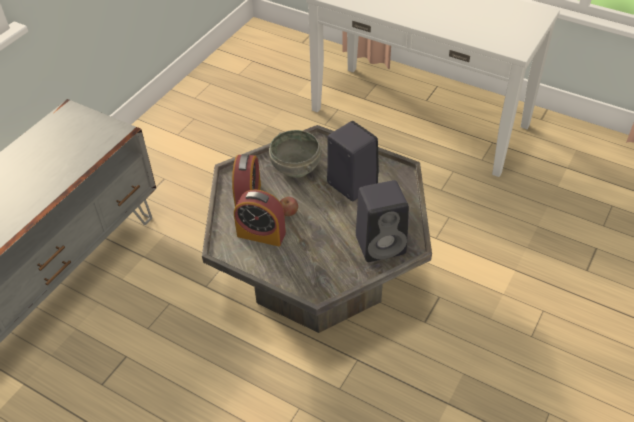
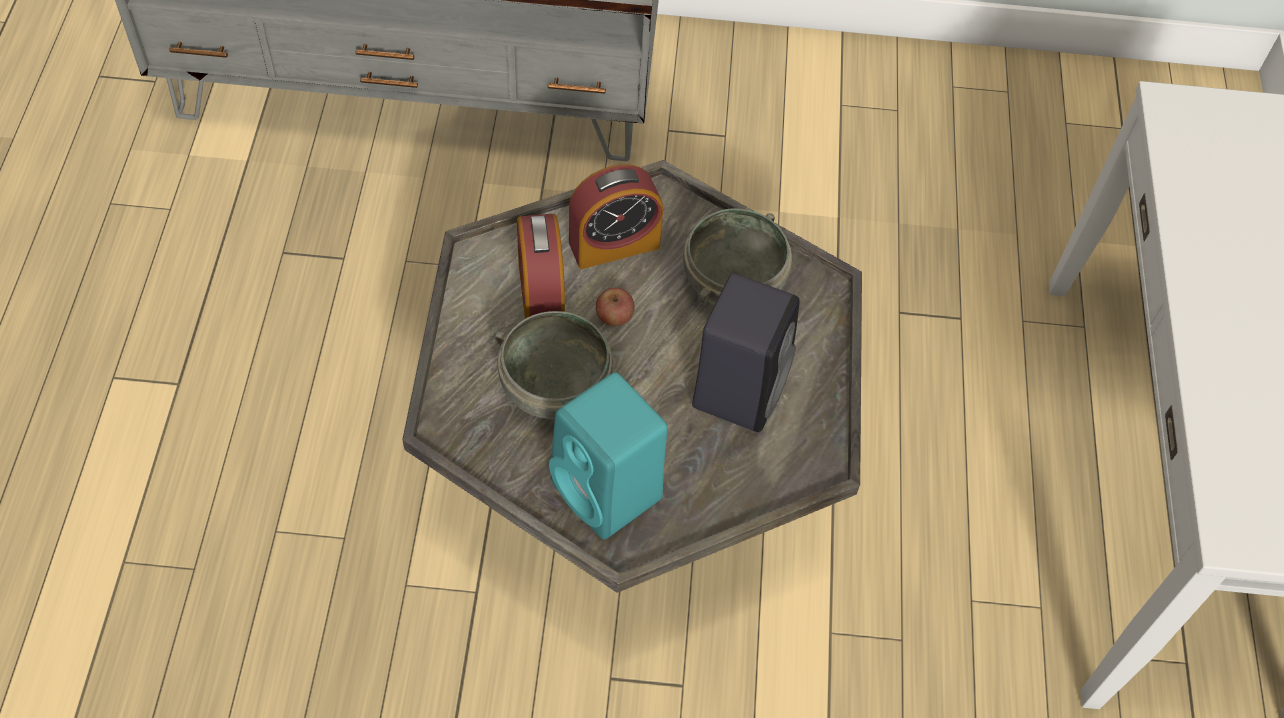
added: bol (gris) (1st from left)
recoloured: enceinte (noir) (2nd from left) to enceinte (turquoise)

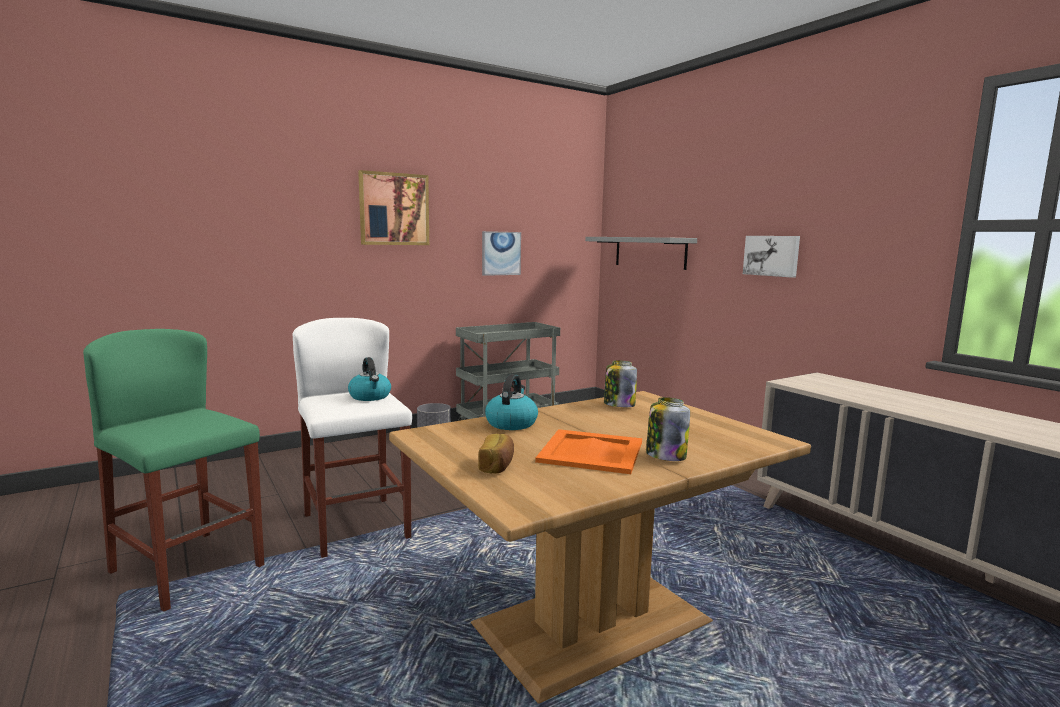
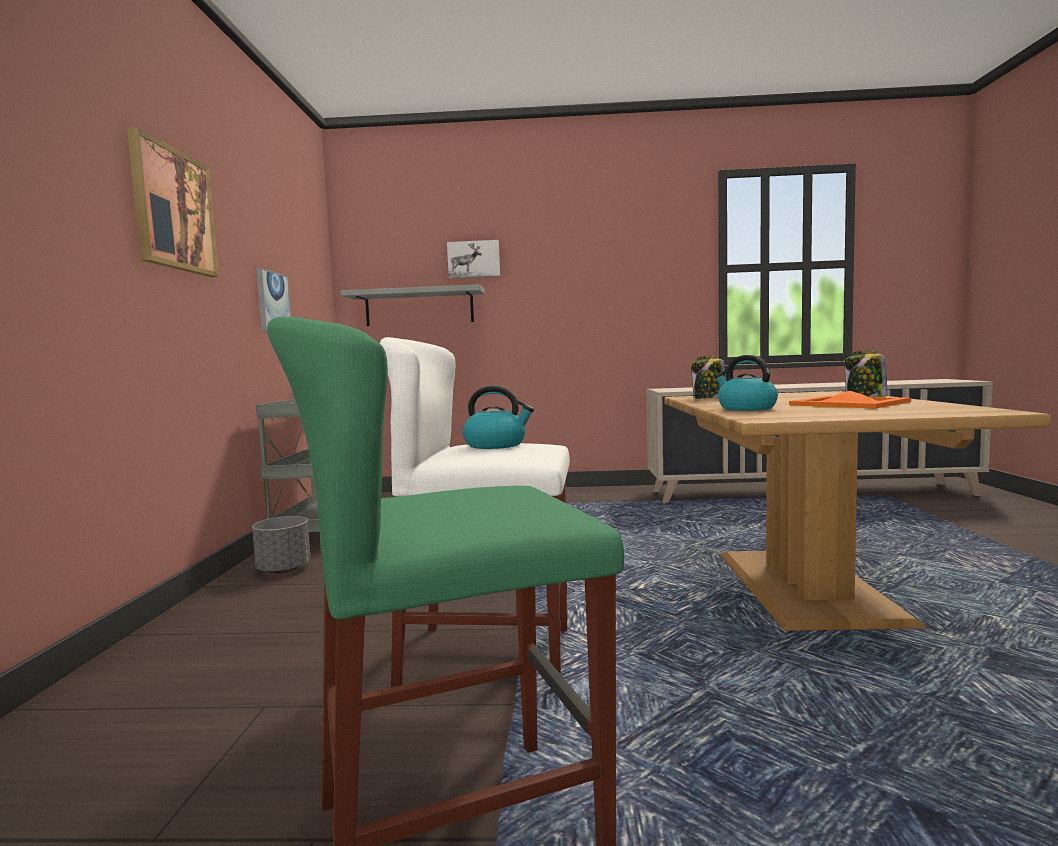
removed: pain
moved: tableau (3rd from left)

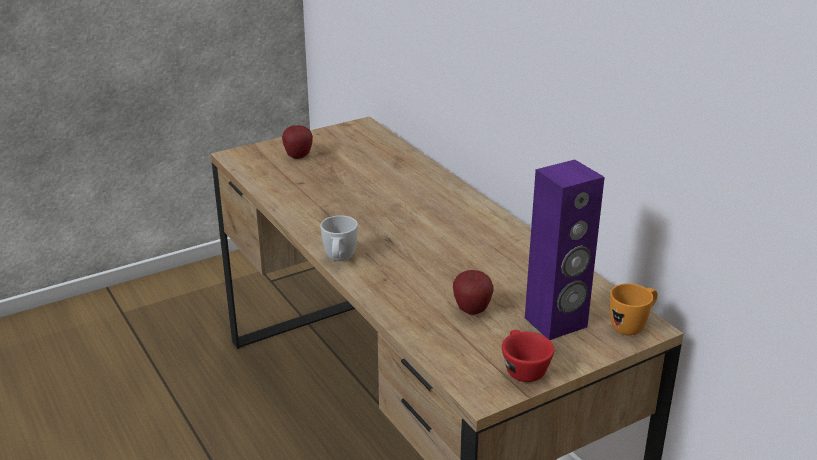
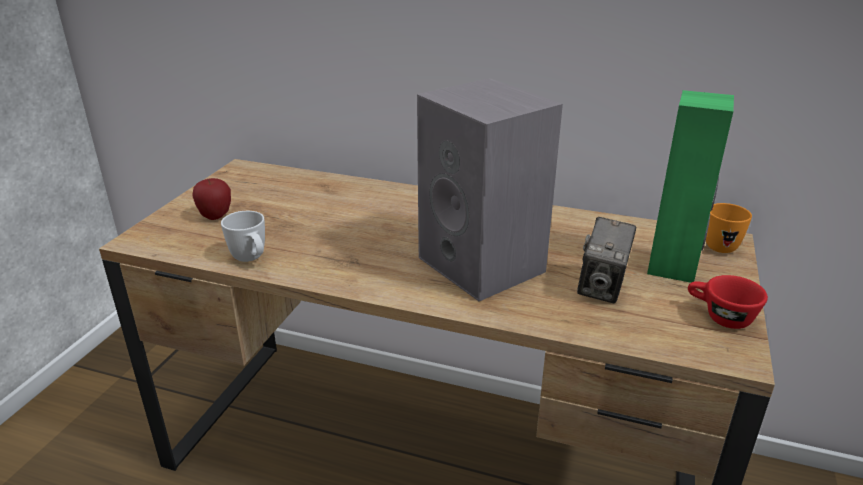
added: enceinte (gris)
moved: mug (blanc)
replaced: pomme (2nd from left) to appareil photo
recoloured: enceinte (violet) to enceinte (vert)

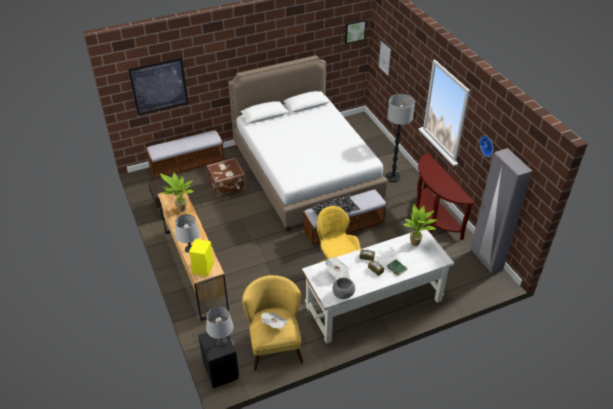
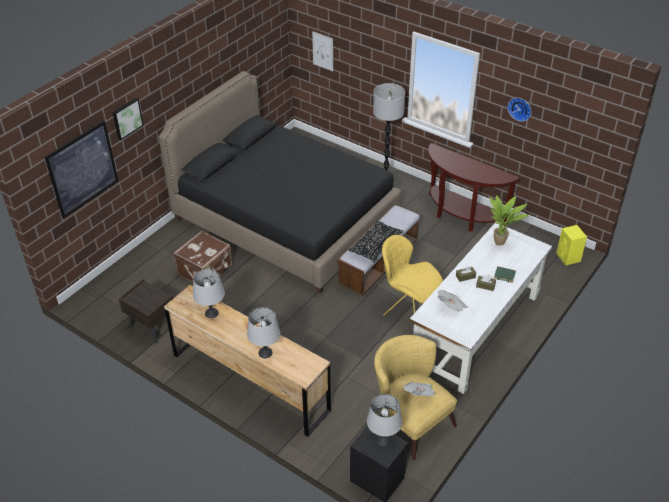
removed: banc (1st from left); bol (gris); armoire (gris)
moved: enceinte (jaune); tableau (2nd from left)
replaced: plante en pot (1st from left) to lampe de table (gris) (1st from left)
recoloured: lit (blanc) to lit (noir)

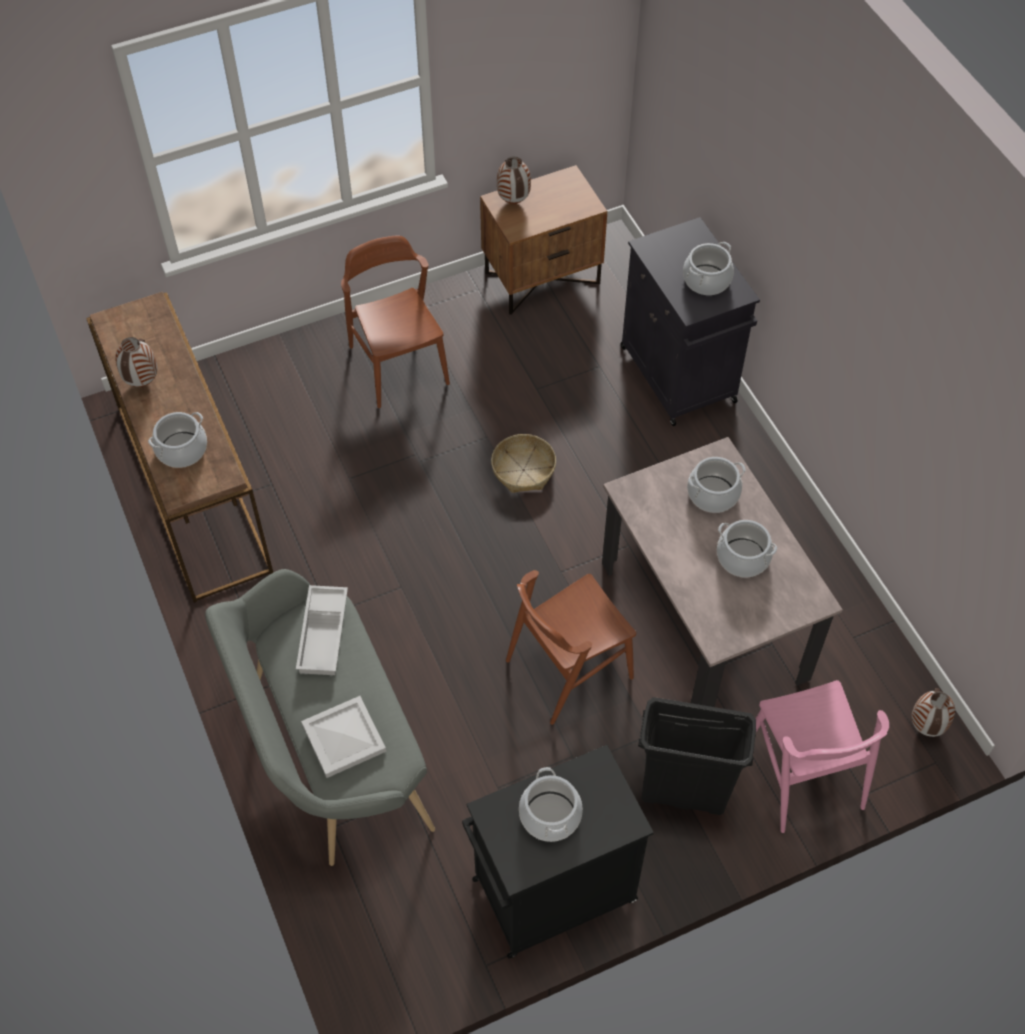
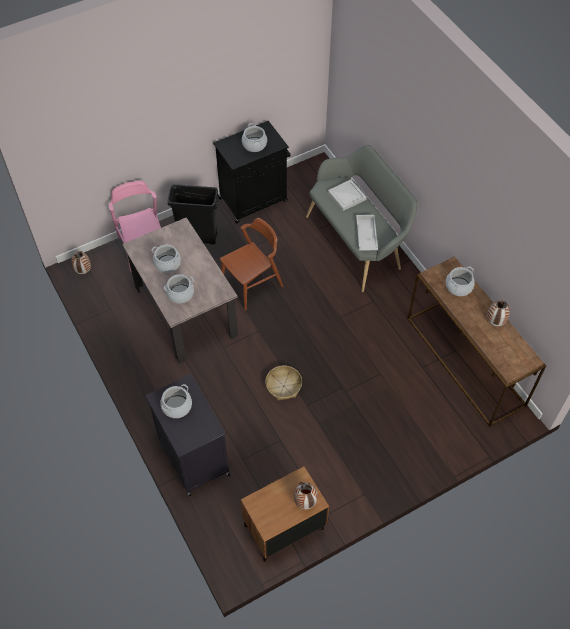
removed: chaise (marron) (1st from left)

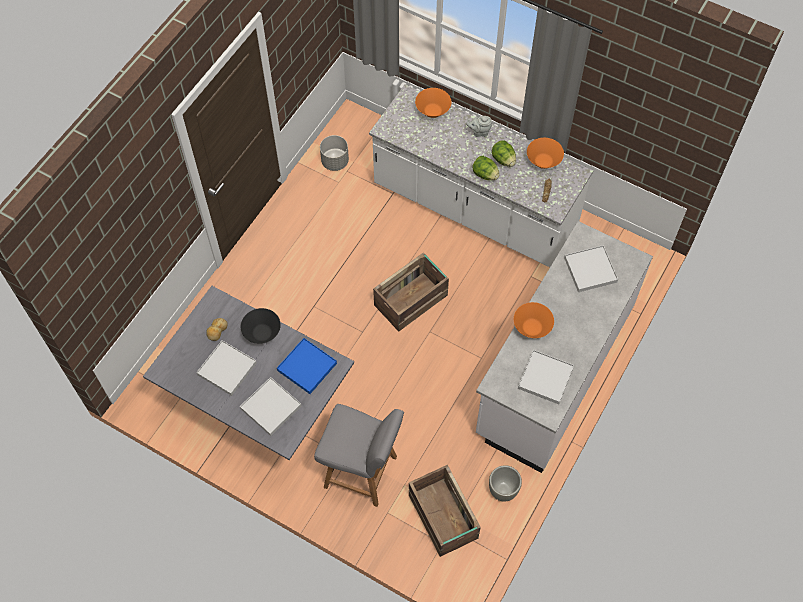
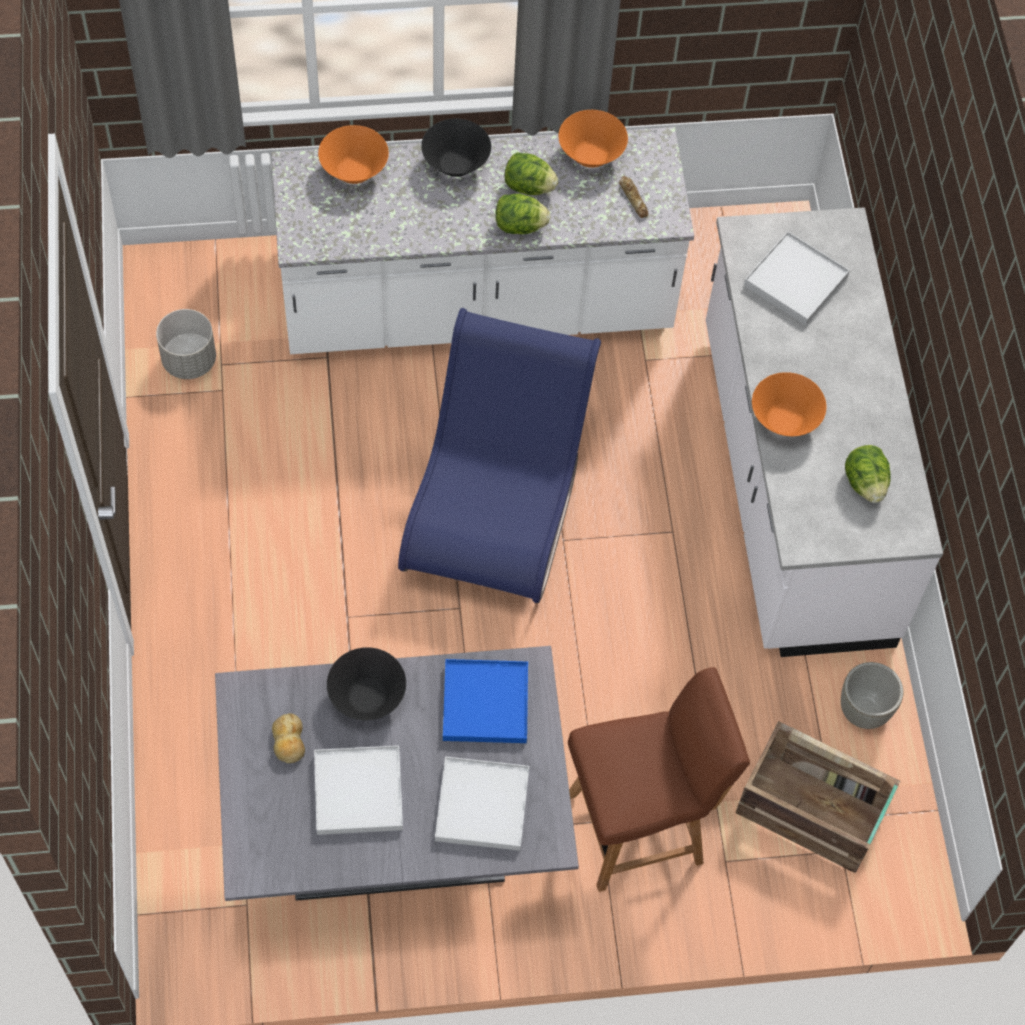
replaced: caisse (1st from left) to chaise (bleu); théière (gris) to bol (noir) (2nd from left); plateau (blanc) (3rd from left) to laitue (3rd from left)
recoloured: chaise (gris) to chaise (marron)

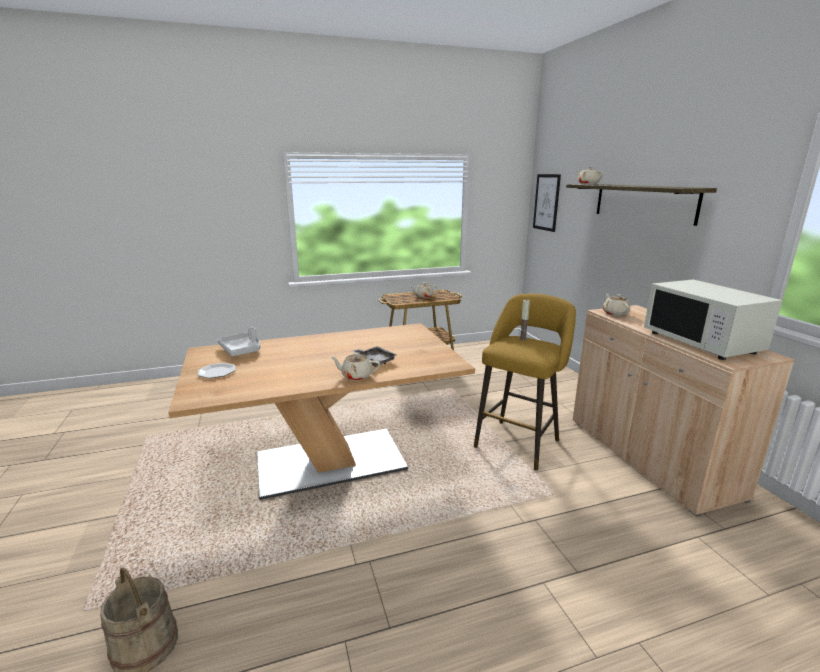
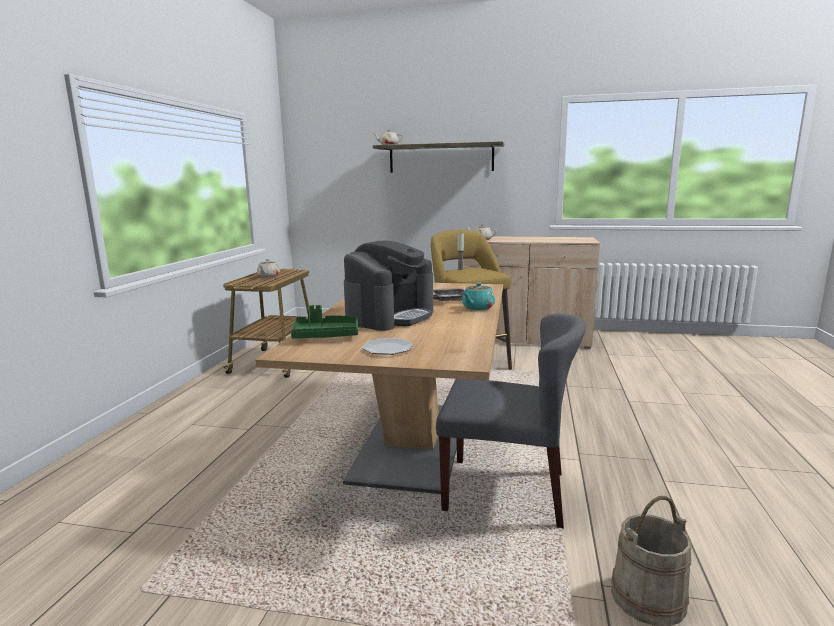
removed: tableau; micro-ondes (blanc)
added: machine à café; chaise (gris)
recoloured: plateau (gris) (1st from left) to plateau (vert); théière (beige) (1st from left) to théière (turquoise)

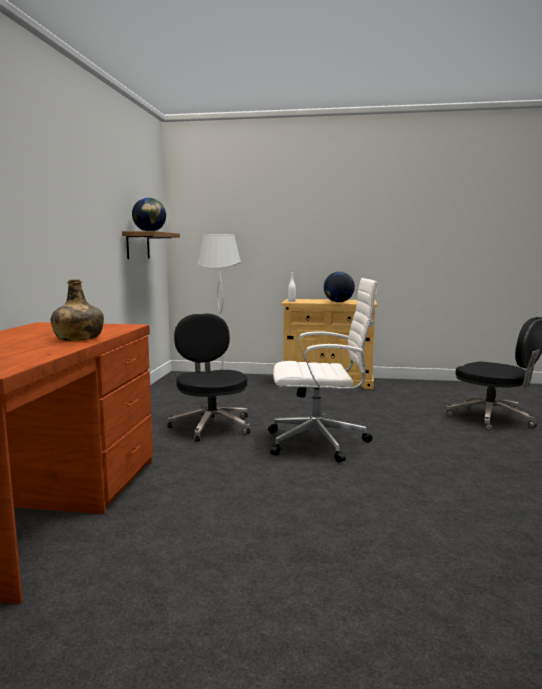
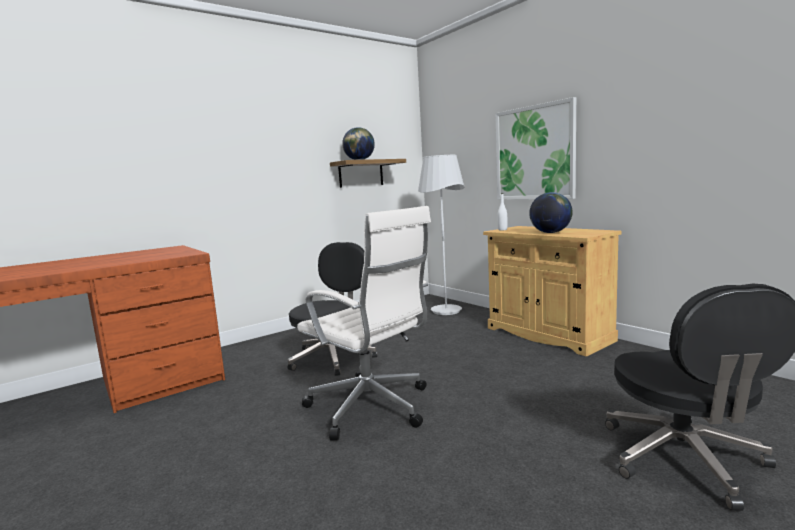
removed: bouteille (vert)
added: tableau

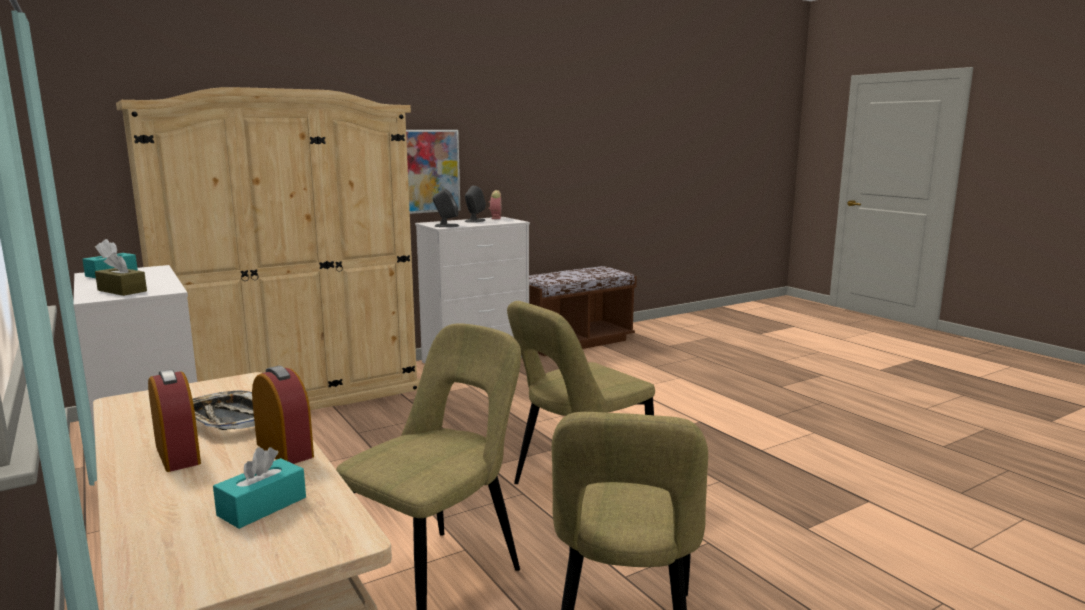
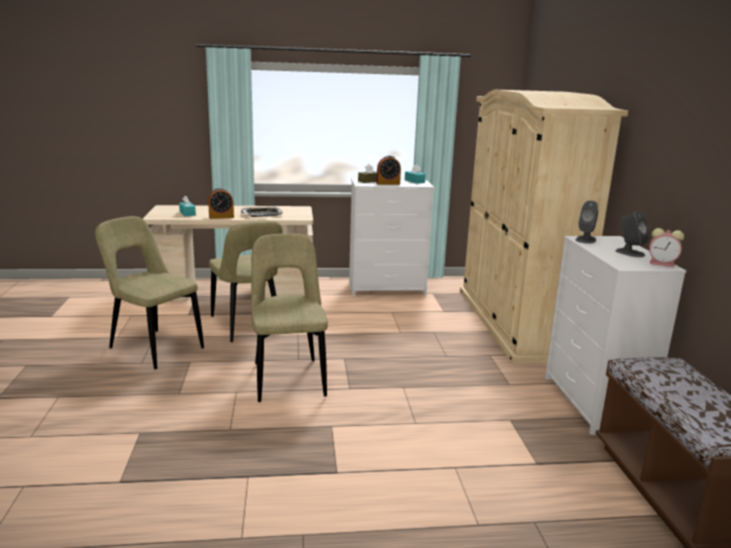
removed: tableau
moved: réveil (1st from left in the first image) to réveil (2nd from left)

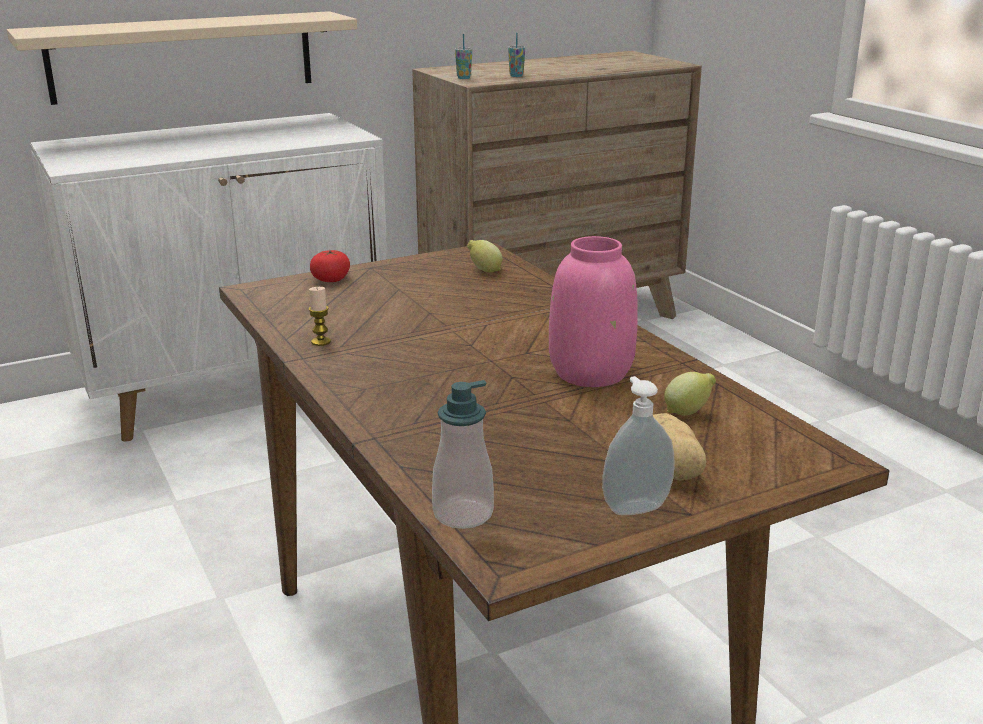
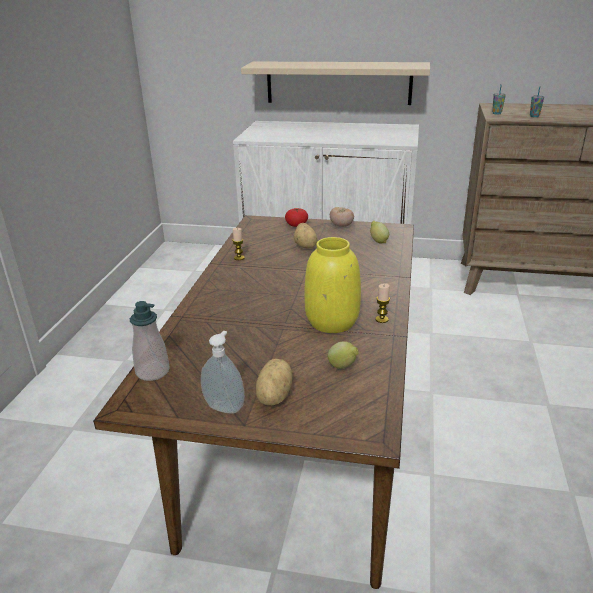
added: pomme de terre (2nd from left); tomate (2nd from left); bougie (2nd from left)
recoloured: vase (rose) to vase (jaune)

